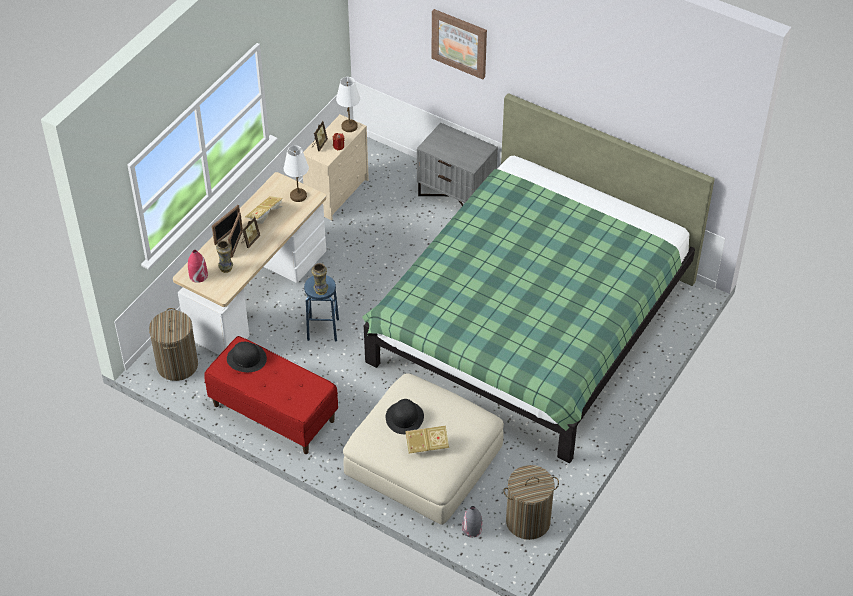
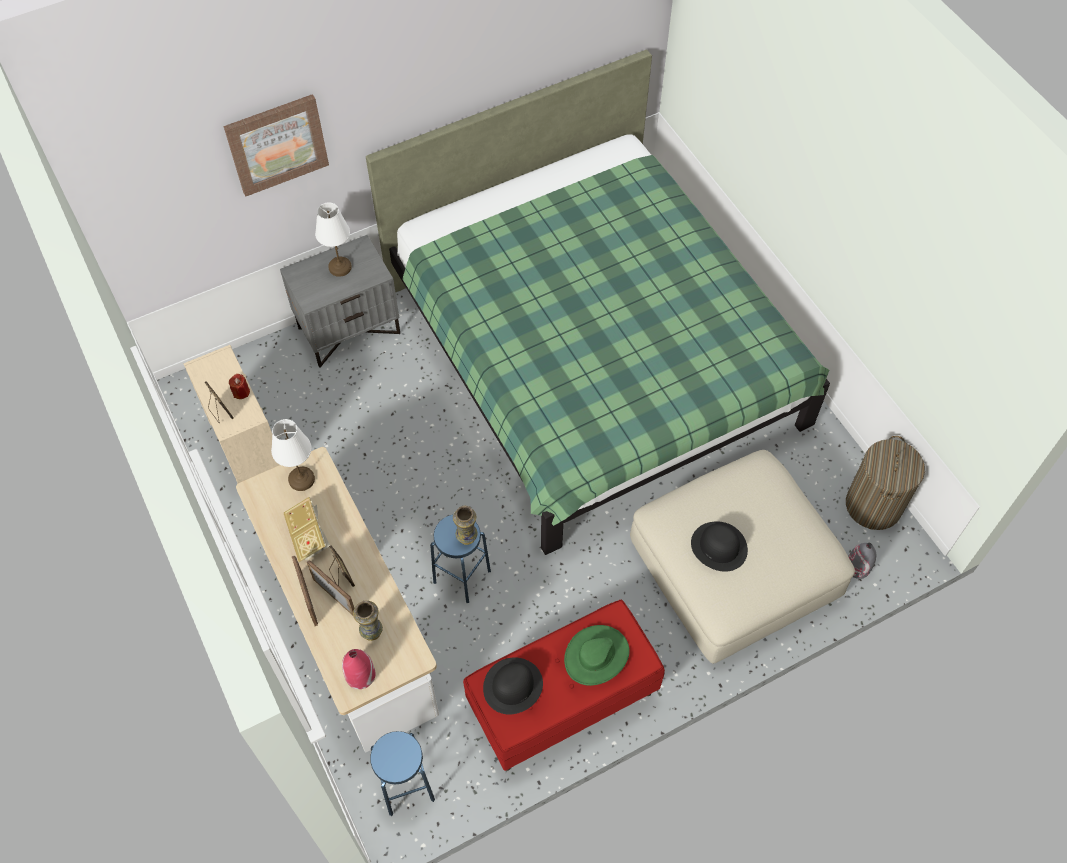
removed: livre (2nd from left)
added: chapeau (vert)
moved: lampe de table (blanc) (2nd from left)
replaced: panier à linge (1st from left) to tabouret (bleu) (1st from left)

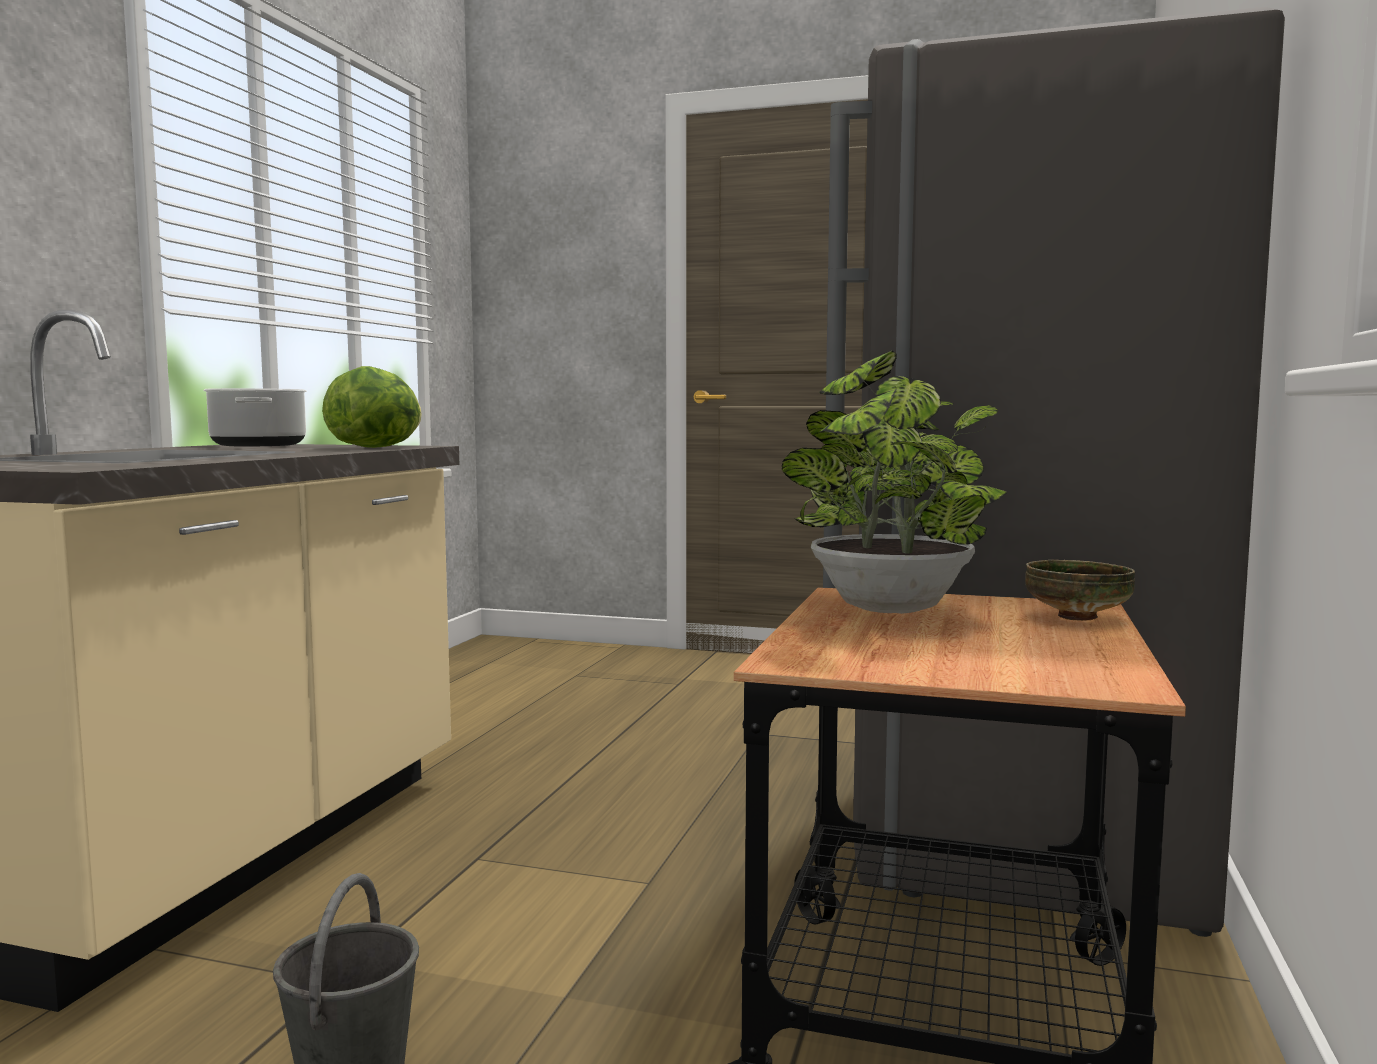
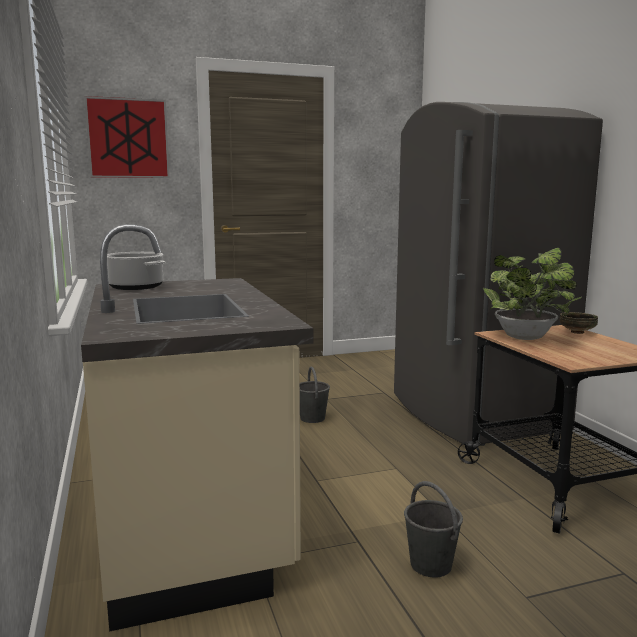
removed: laitue
added: tableau; seau (gris) (1st from left)

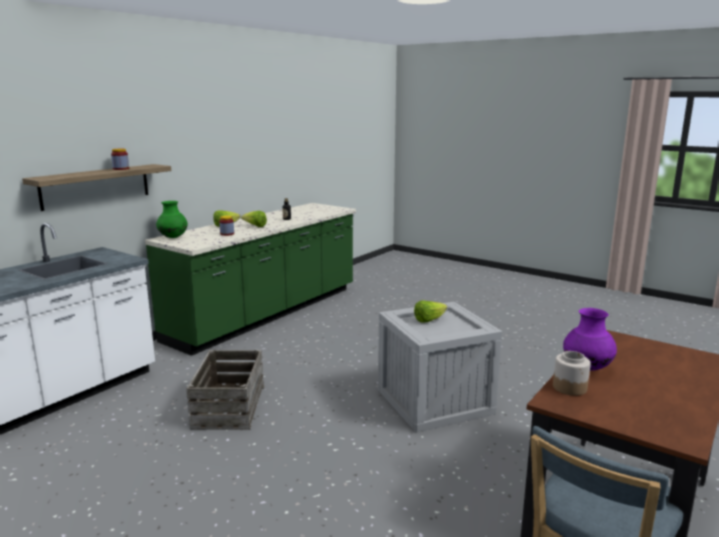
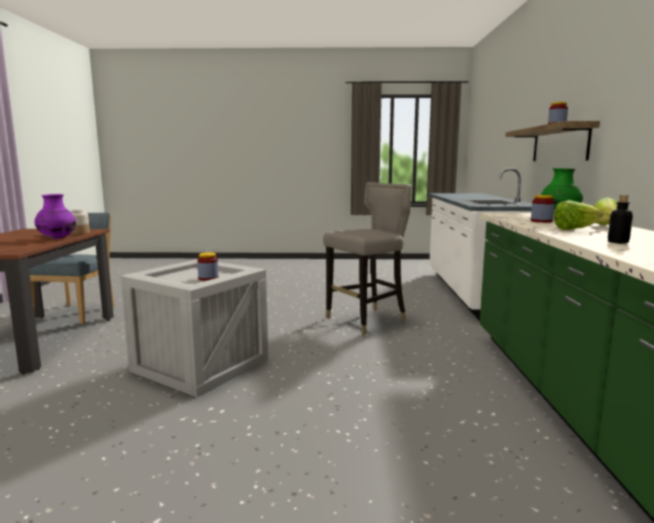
replaced: caisse (1st from left) to tabouret (gris); laitue (3rd from left) to bocal (2nd from left)

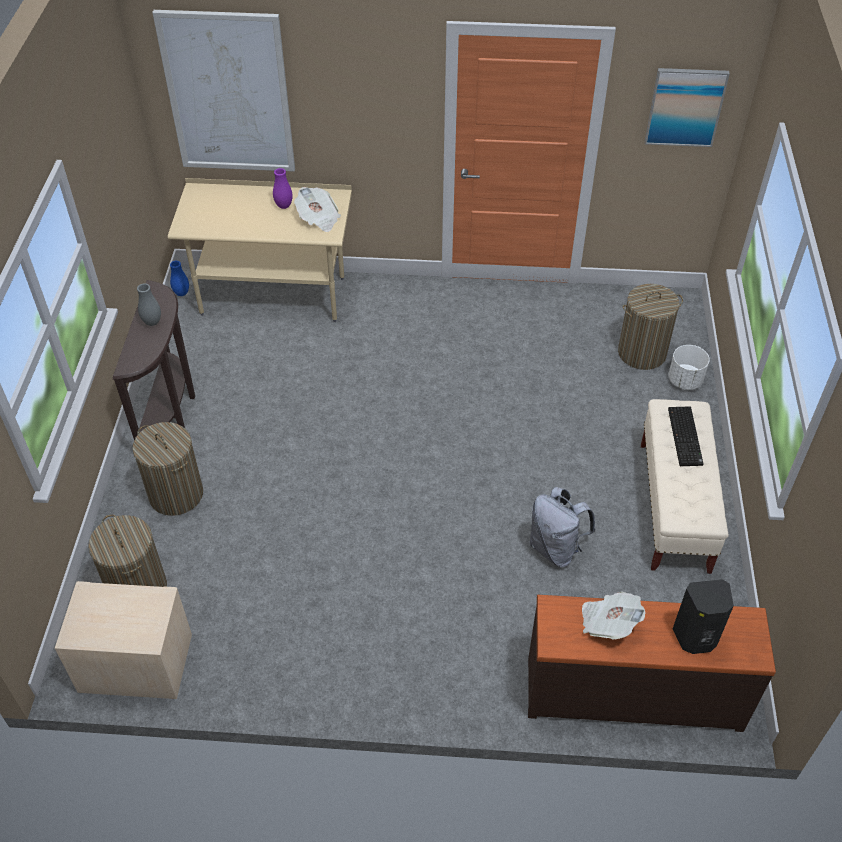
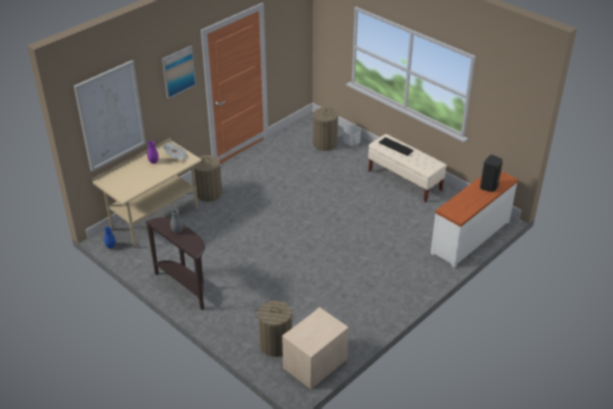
removed: sac à dos (gris); journal (2nd from left)
moved: panier à linge (2nd from left in the first image) to panier à linge (1st from left); tableau (2nd from left)
recoloured: commode (marron) to commode (blanc)

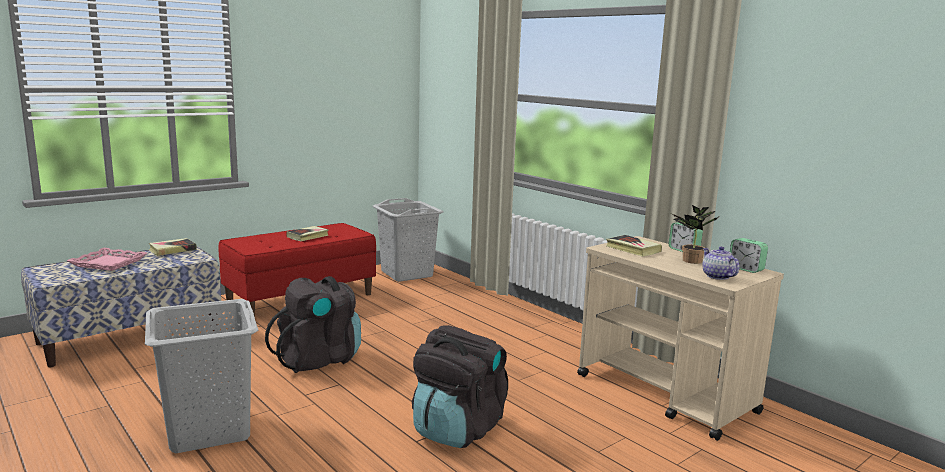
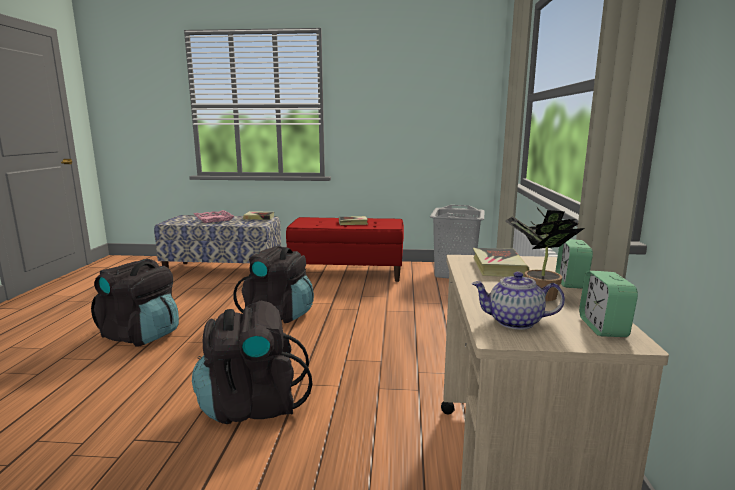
replaced: panier à linge (gris) (1st from left) to sac à dos (noir) (1st from left)
turned: théière 105 degrees counterclockwise

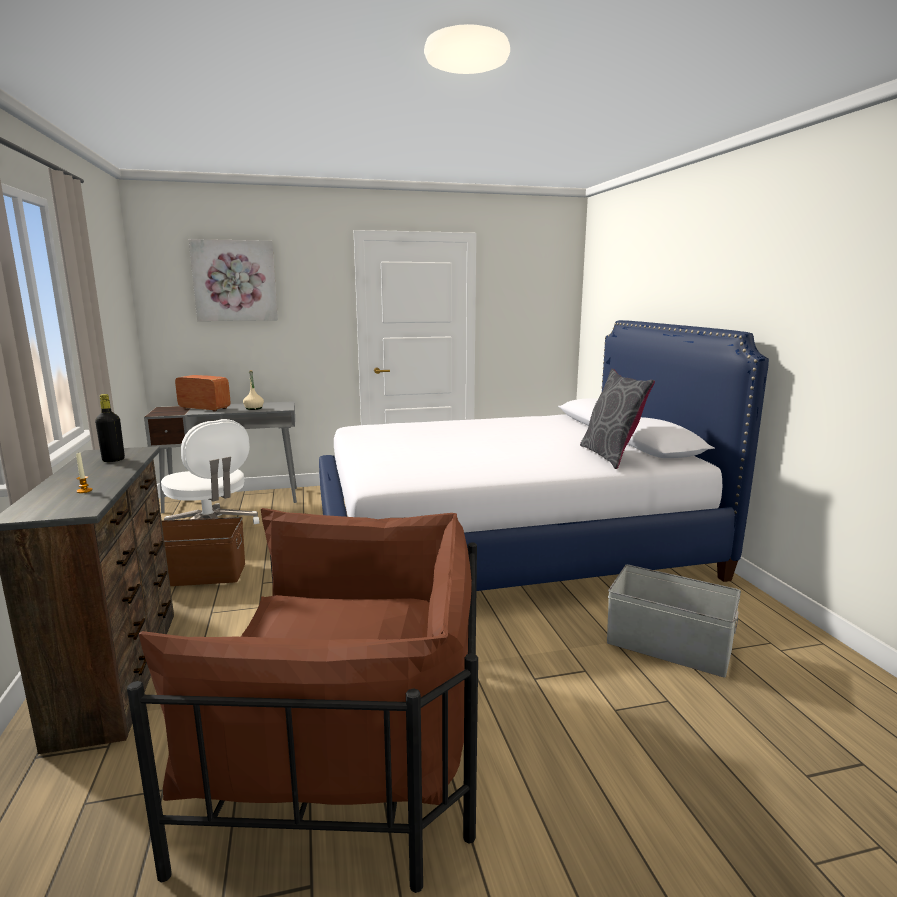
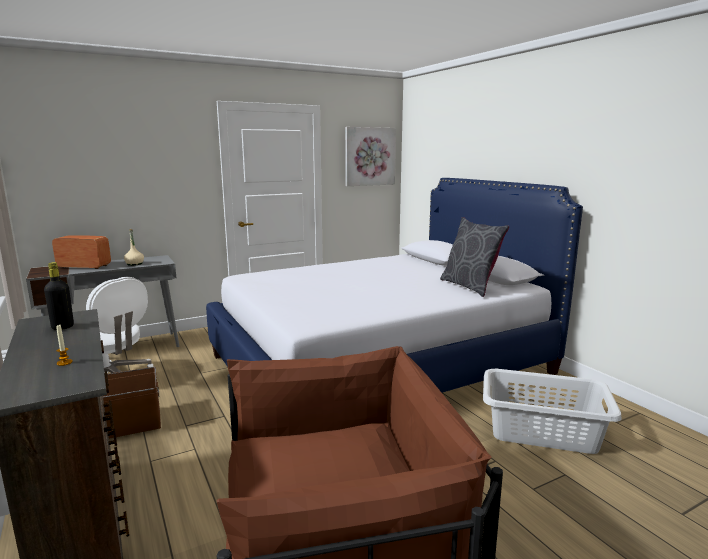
moved: tableau
replaced: boîte de rangement (gris) to panier à linge (gris)

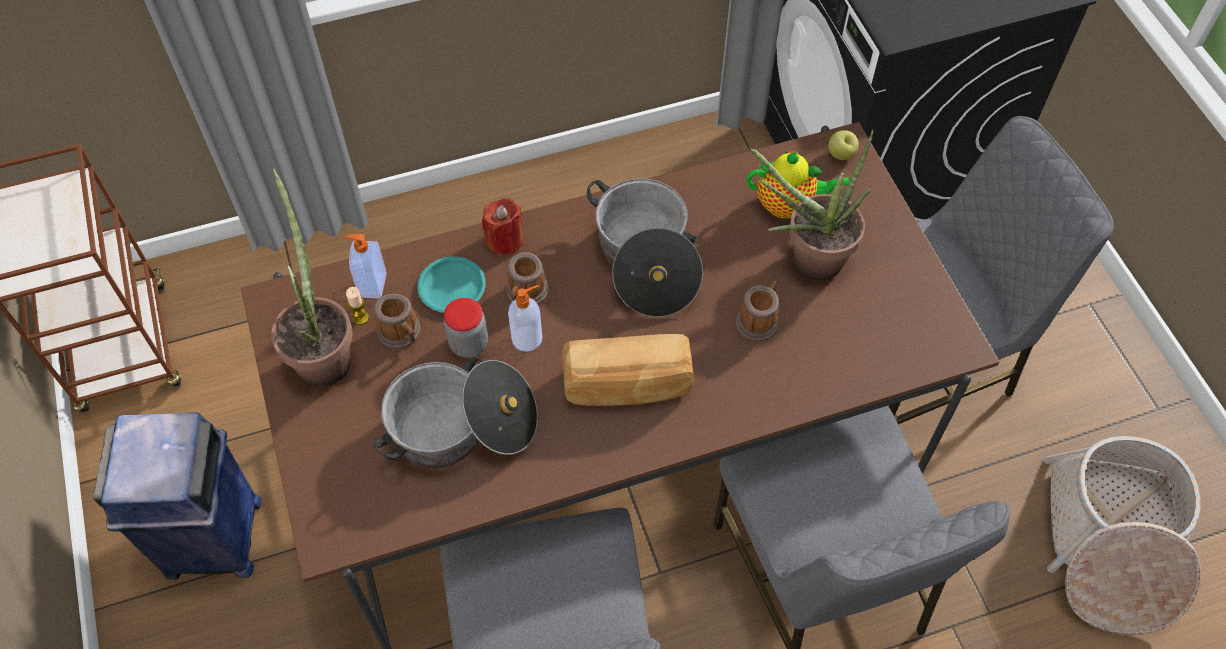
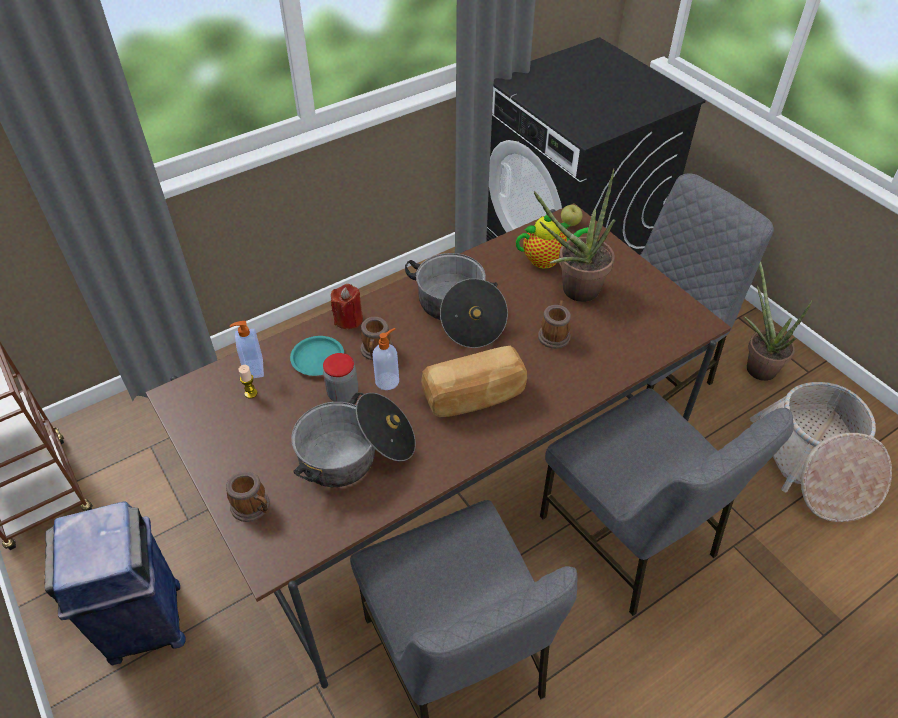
moved: plante en pot (1st from left in the first image) to plante en pot (2nd from left); mug (1st from left)

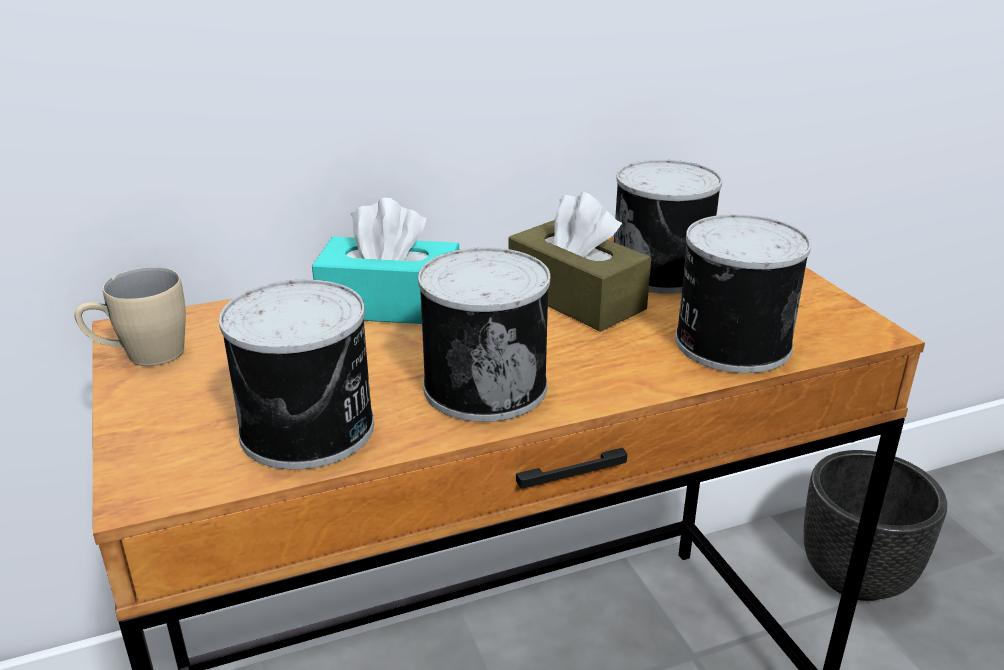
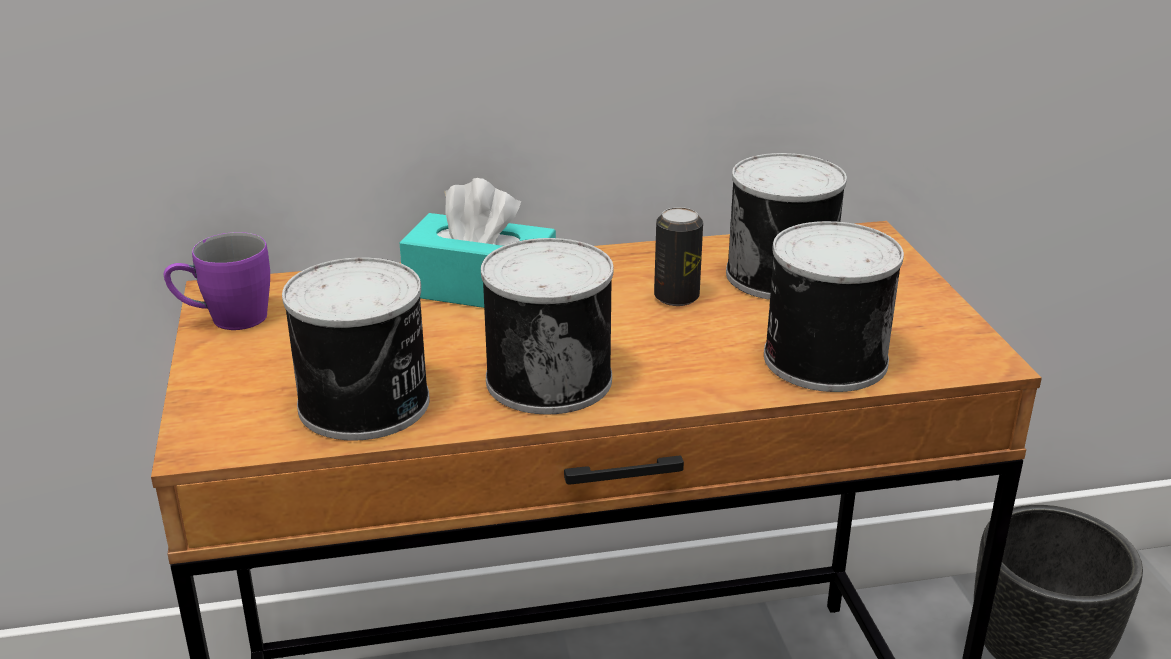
replaced: boîte à mouchoirs (marron) to boîte métallique (3rd from left)
recoloured: mug (beige) to mug (violet)

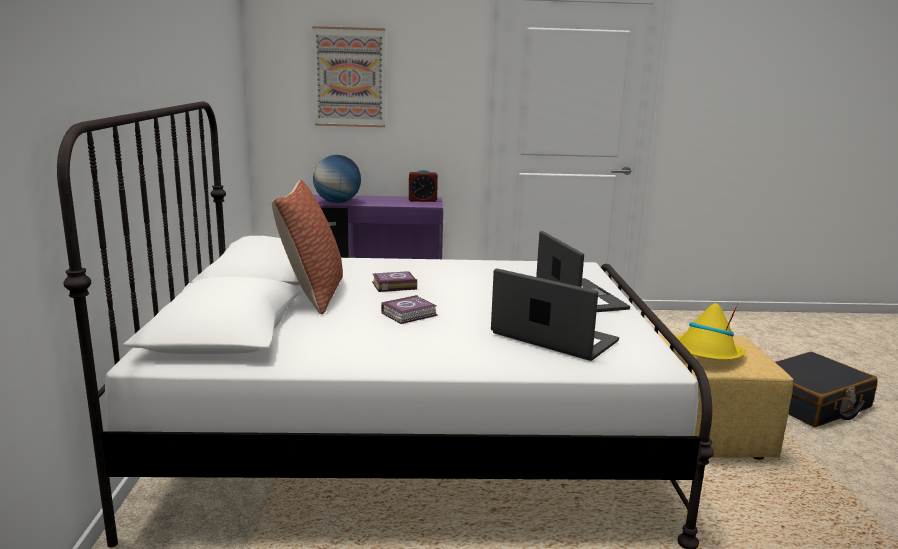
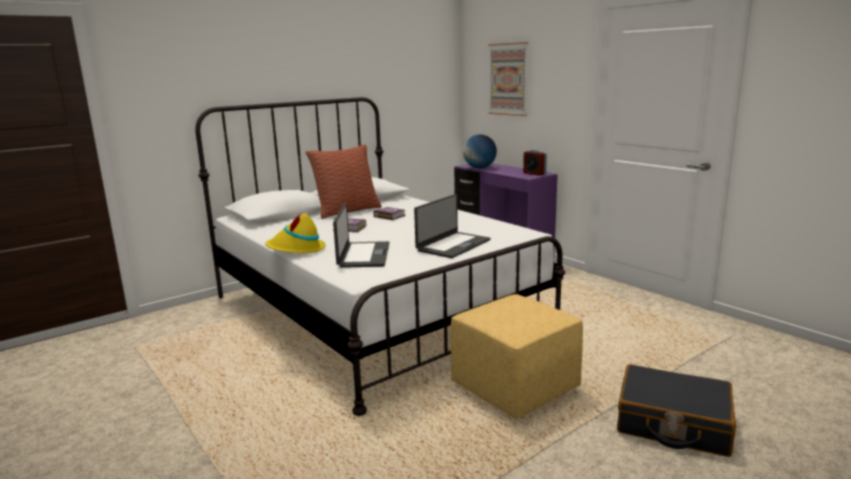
moved: chapeau (jaune)

